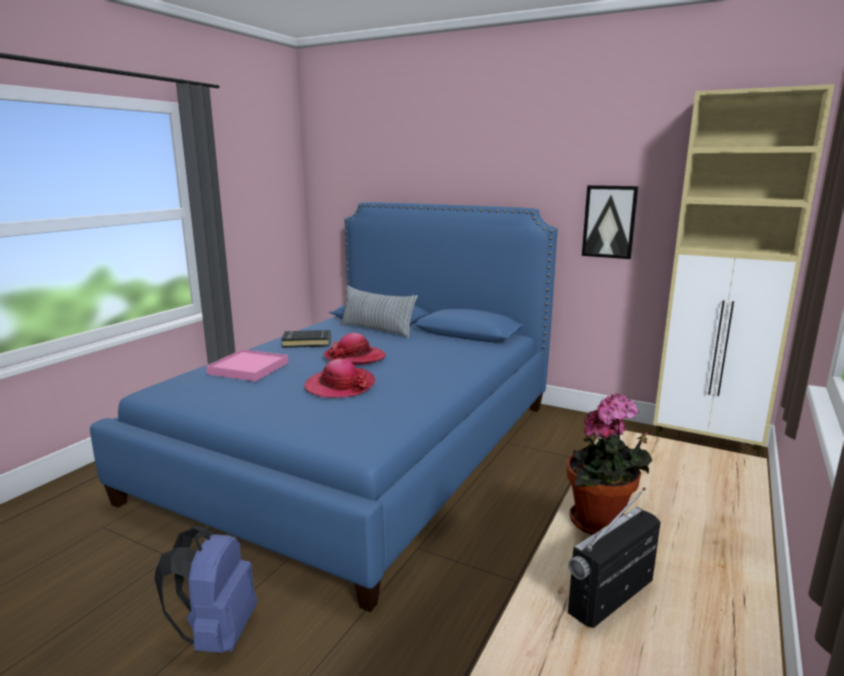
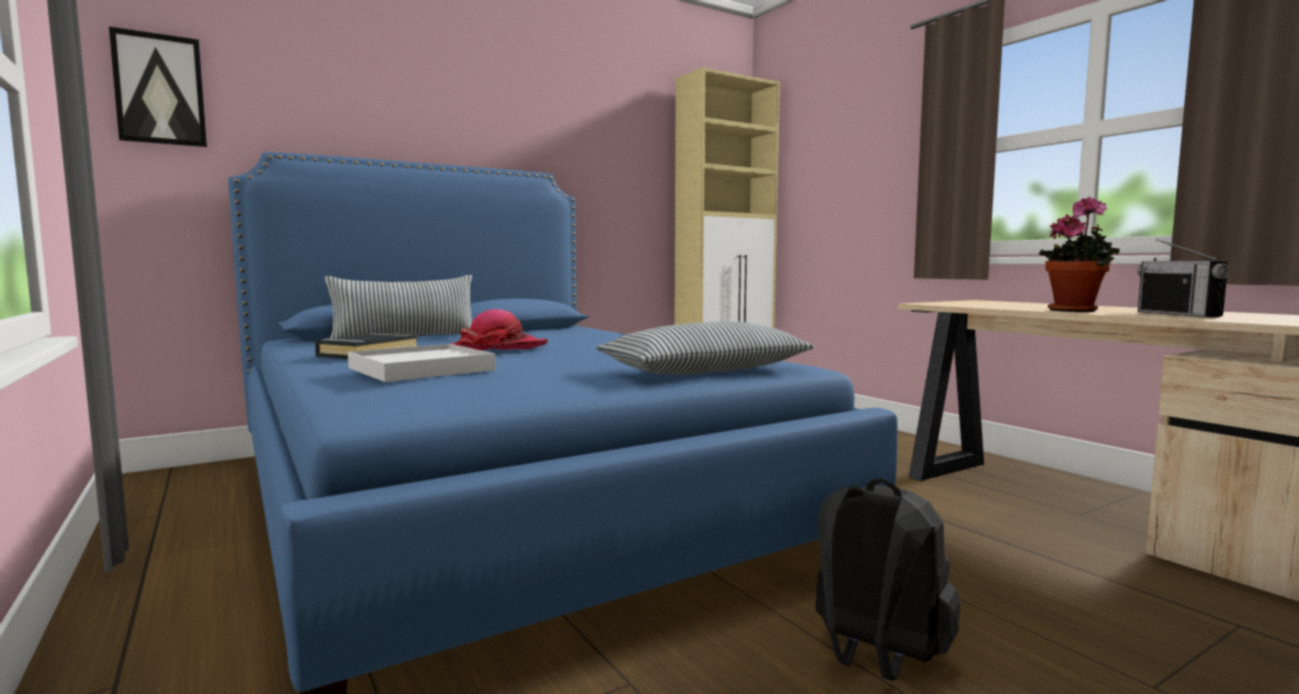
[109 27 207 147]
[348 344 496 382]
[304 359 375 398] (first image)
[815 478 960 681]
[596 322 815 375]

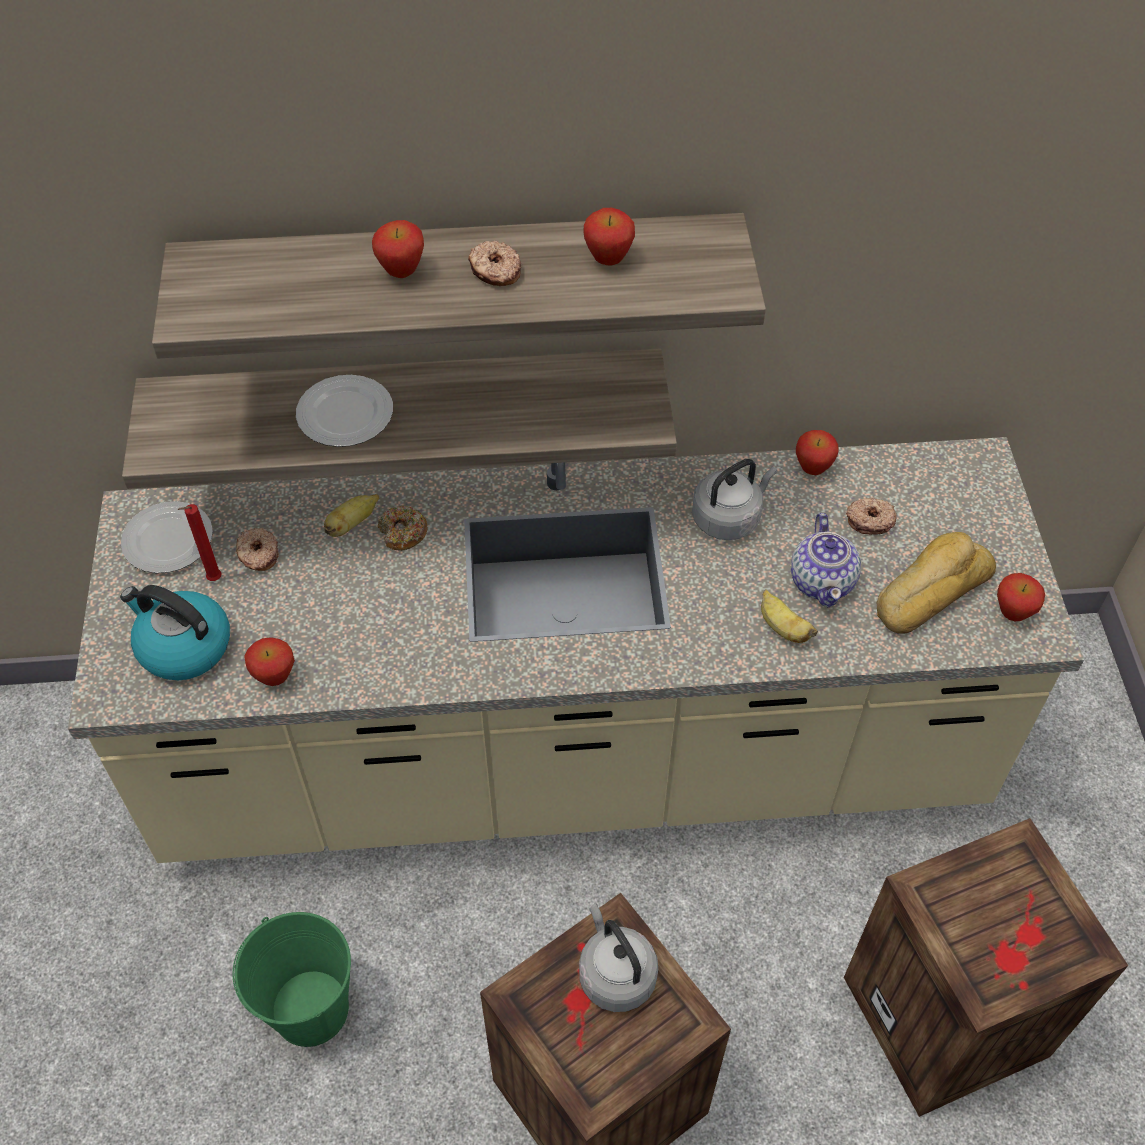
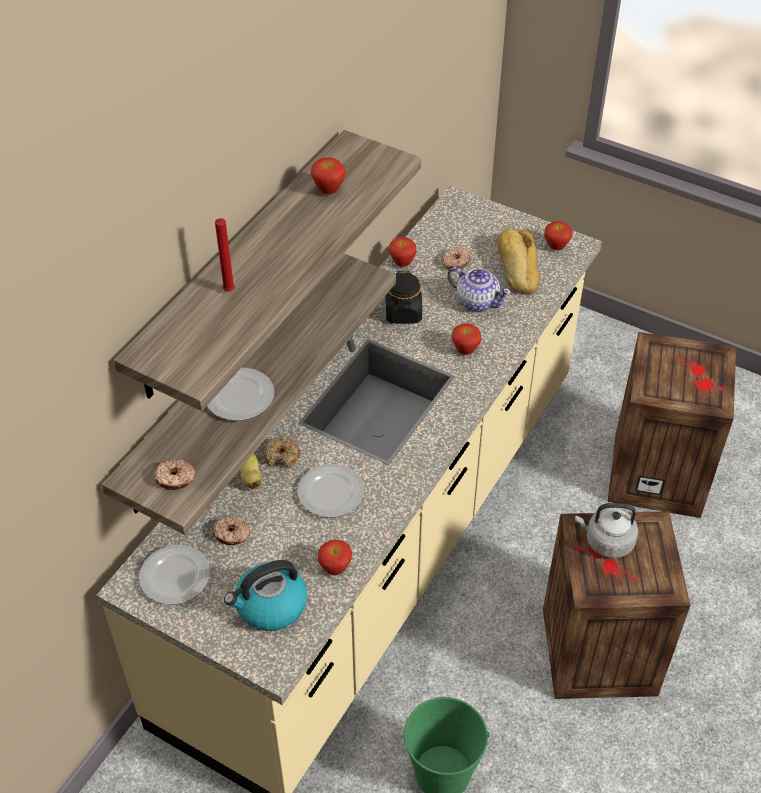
[452 323 481 355]
[154 459 196 490]
[386 271 422 324]
[215 218 235 291]
[761 589 818 643] (first image)
[298 464 365 518]

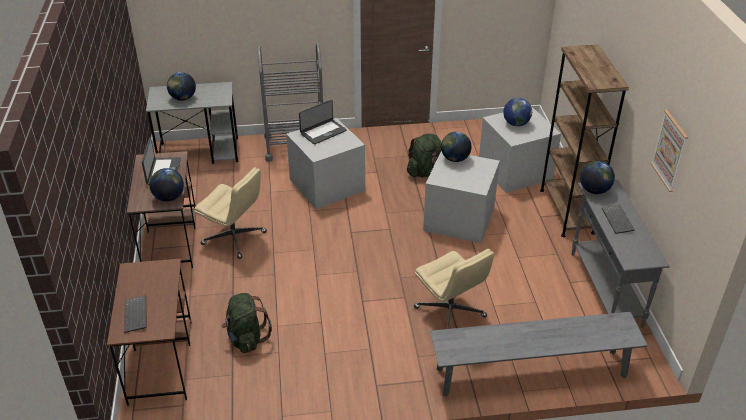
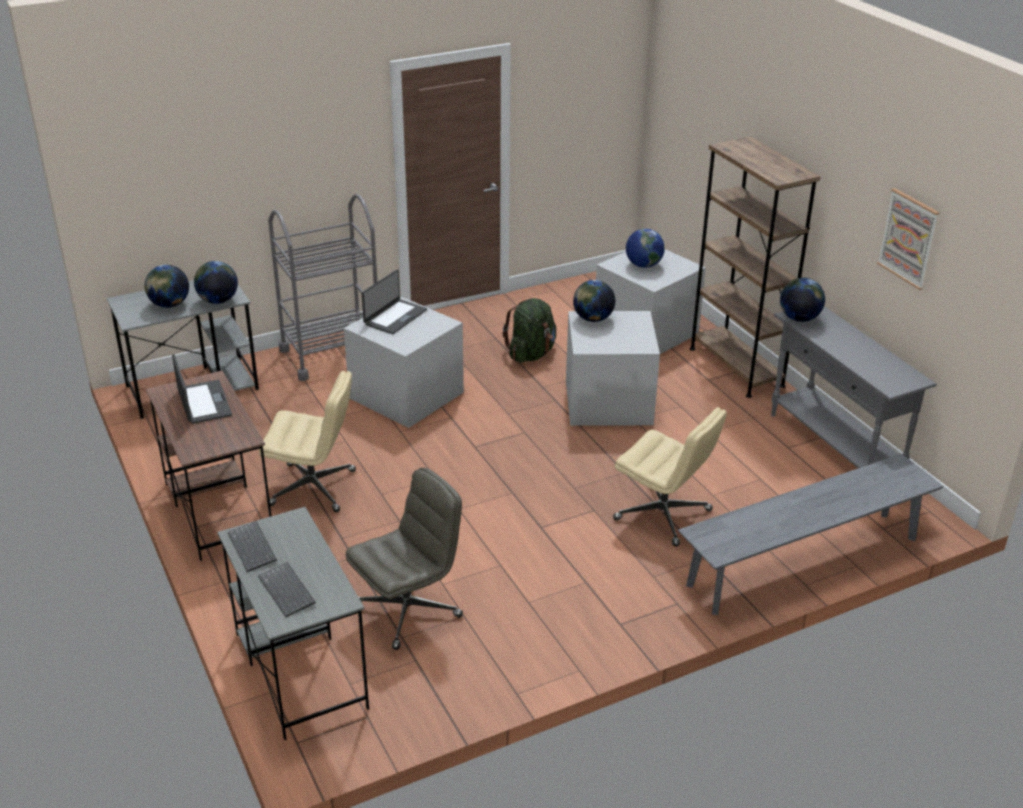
[194 261 238 304]
[228 521 277 572]
[217 507 369 740]
[345 468 463 650]

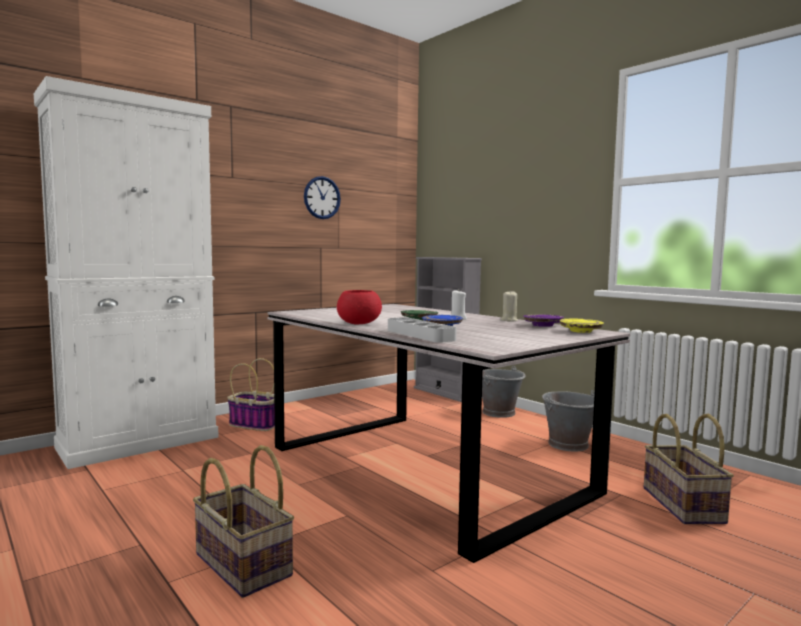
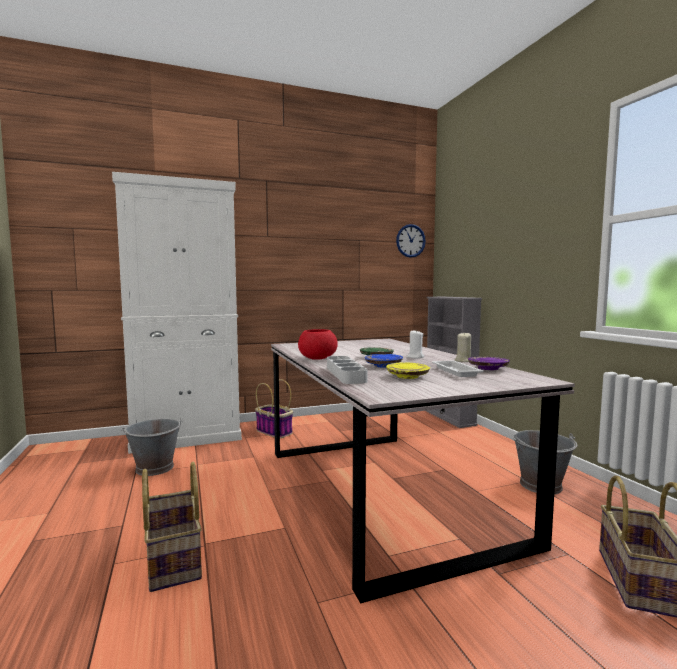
[396 224 426 258]
[386 362 430 379]
[121 418 183 476]
[432 361 483 377]

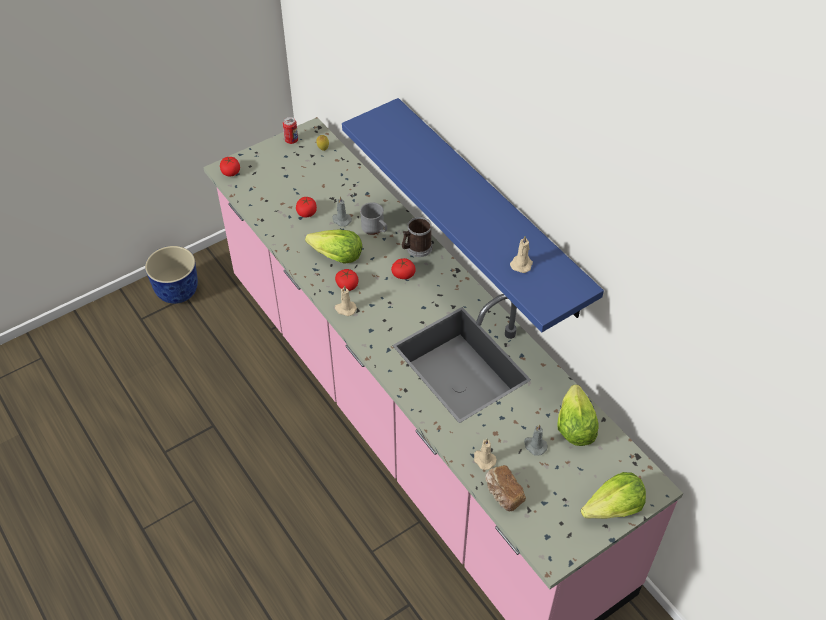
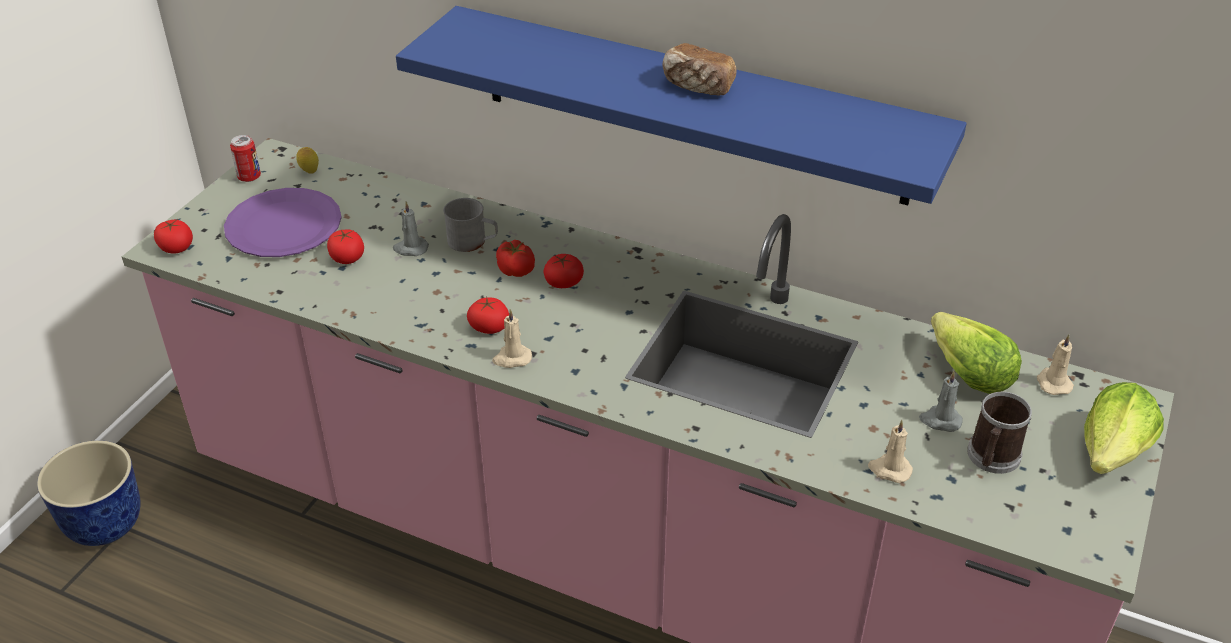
[967 392 1032 474]
[305 230 362 264] (first image)
[1037 334 1074 395]
[663 43 737 95]
[224 188 342 257]
[496 240 535 277]

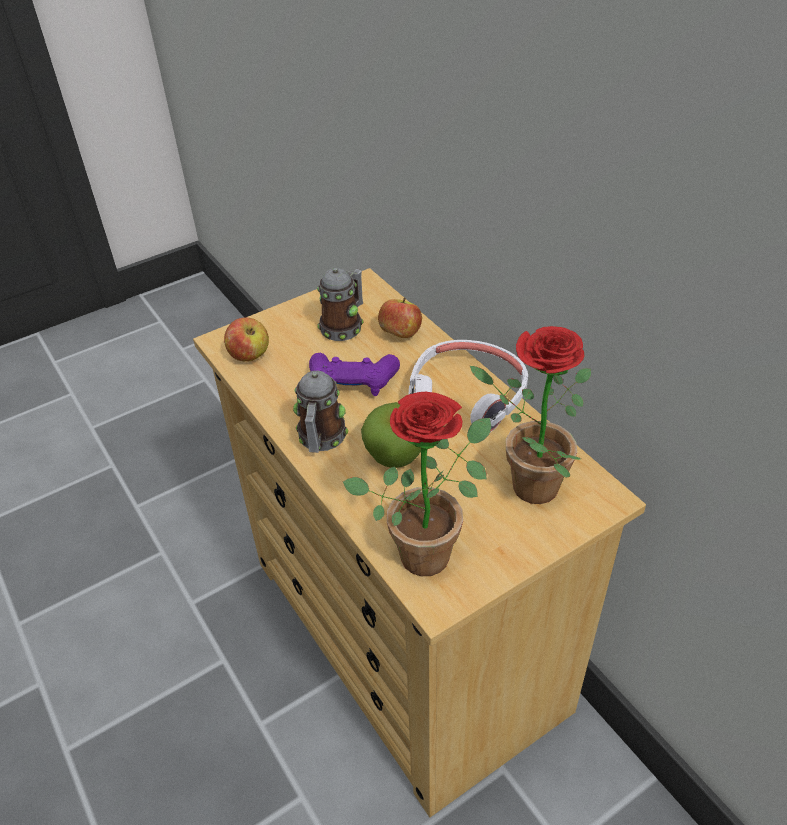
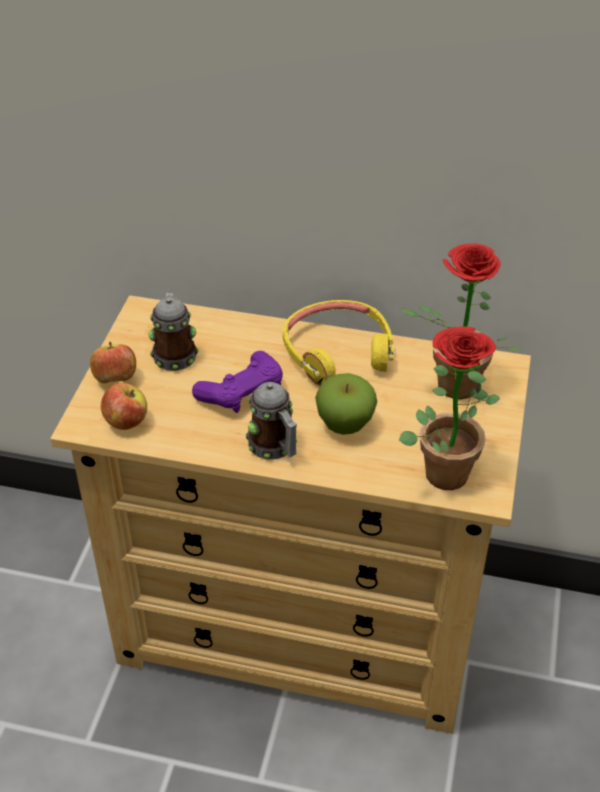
[90 342 136 383]
[283 300 394 386]

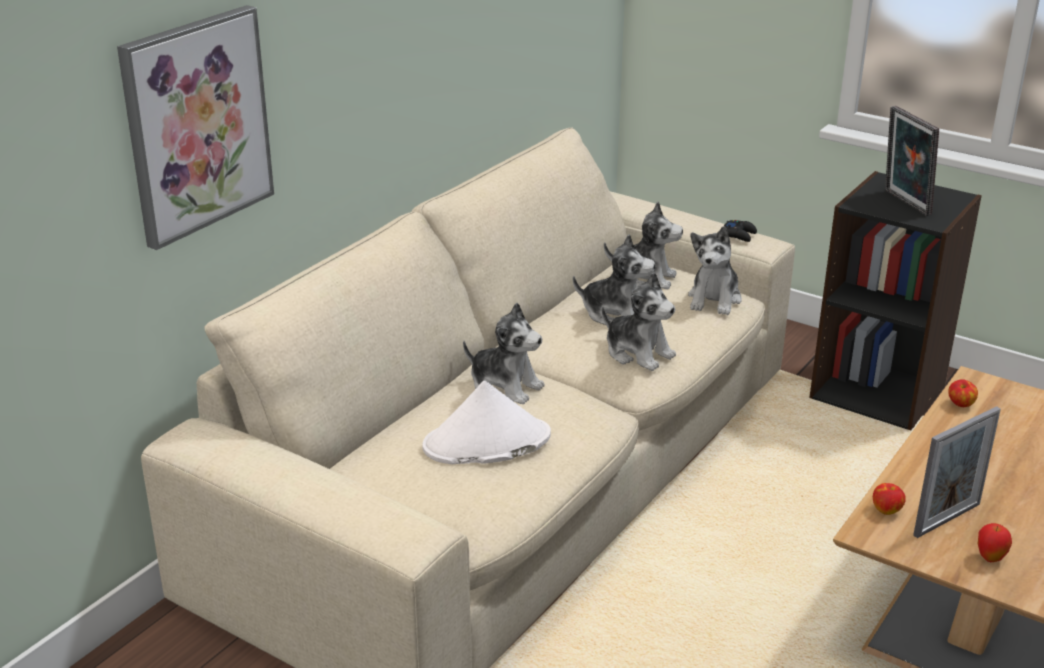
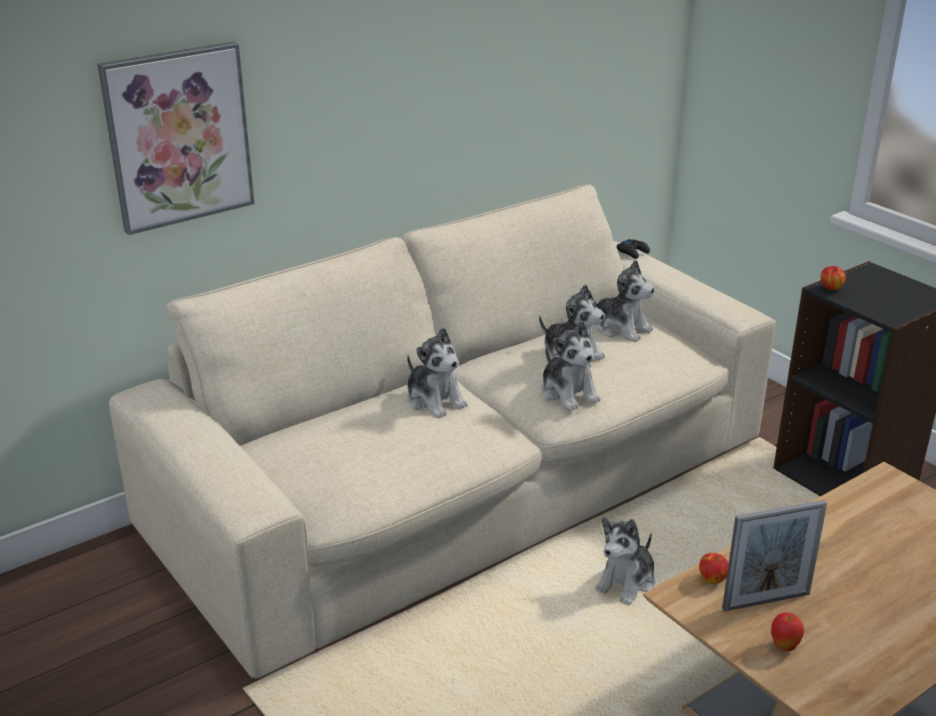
[885 106 939 216] (first image)
[617 239 650 259]
[595 517 655 605]
[821 266 846 290]
[422 381 551 464] (first image)

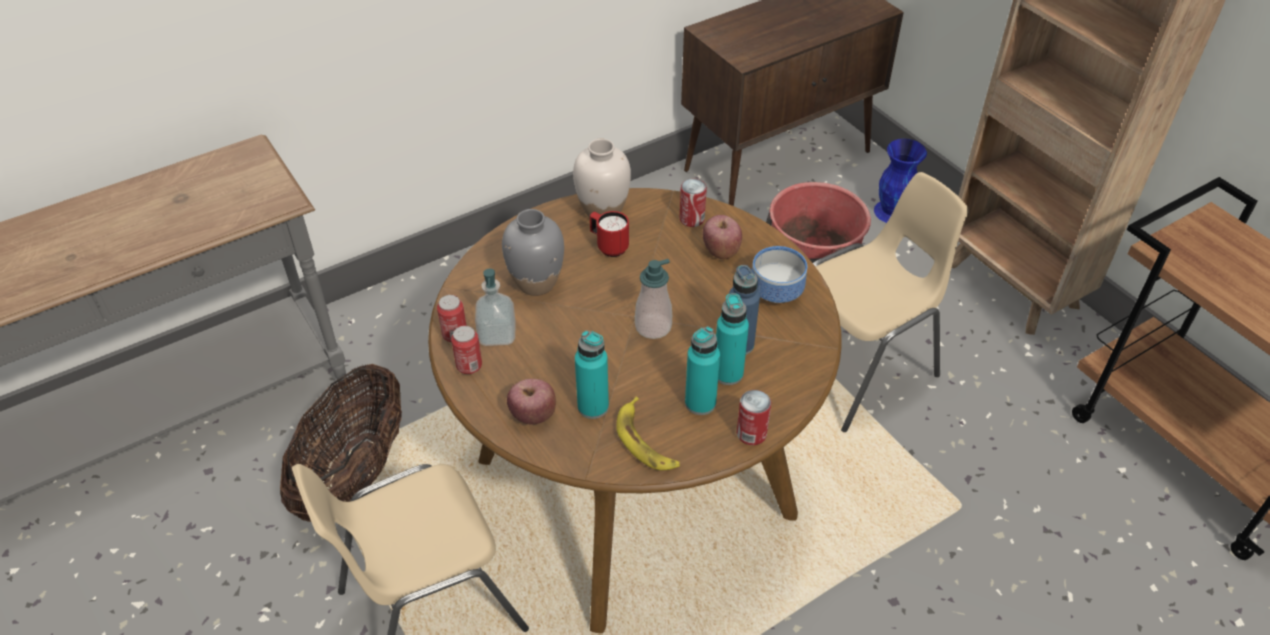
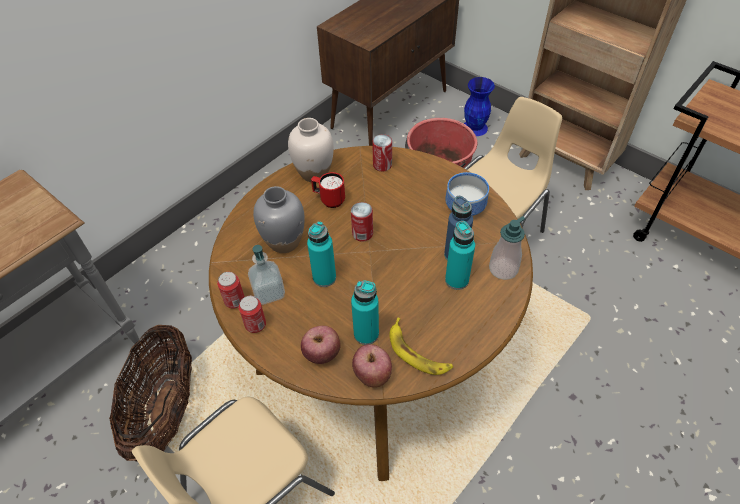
[352 344 392 387]
[489 216 525 280]
[307 221 336 287]
[351 202 373 242]

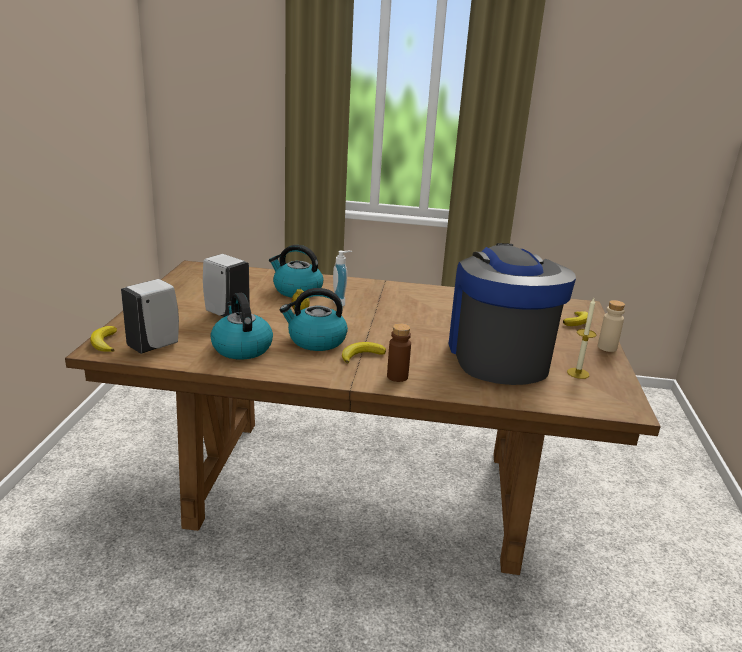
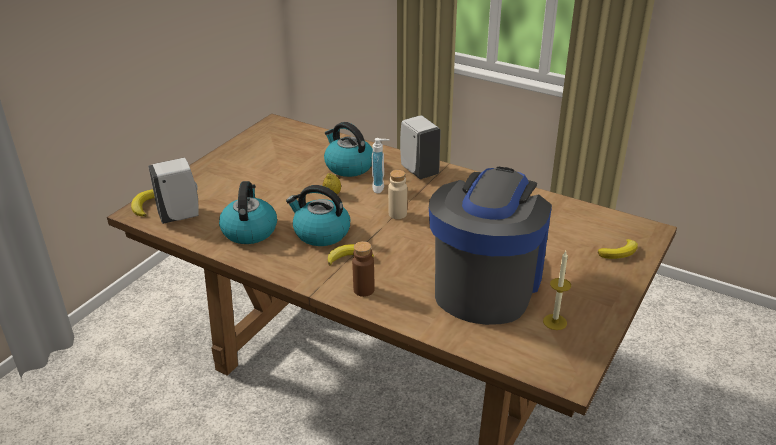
[400 115 441 179]
[388 170 407 219]

